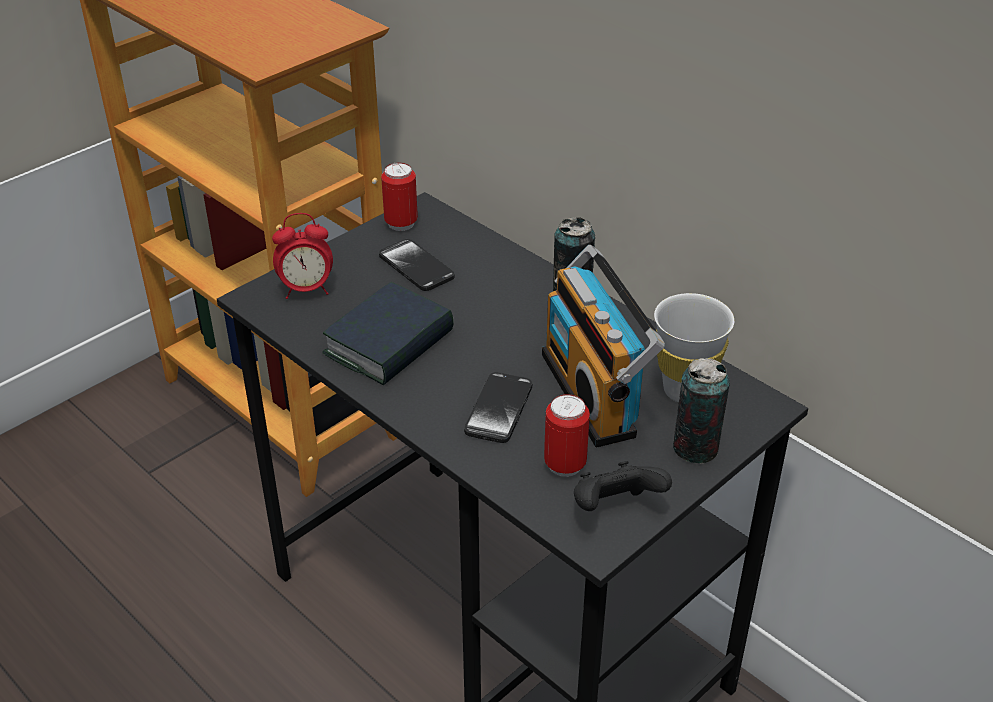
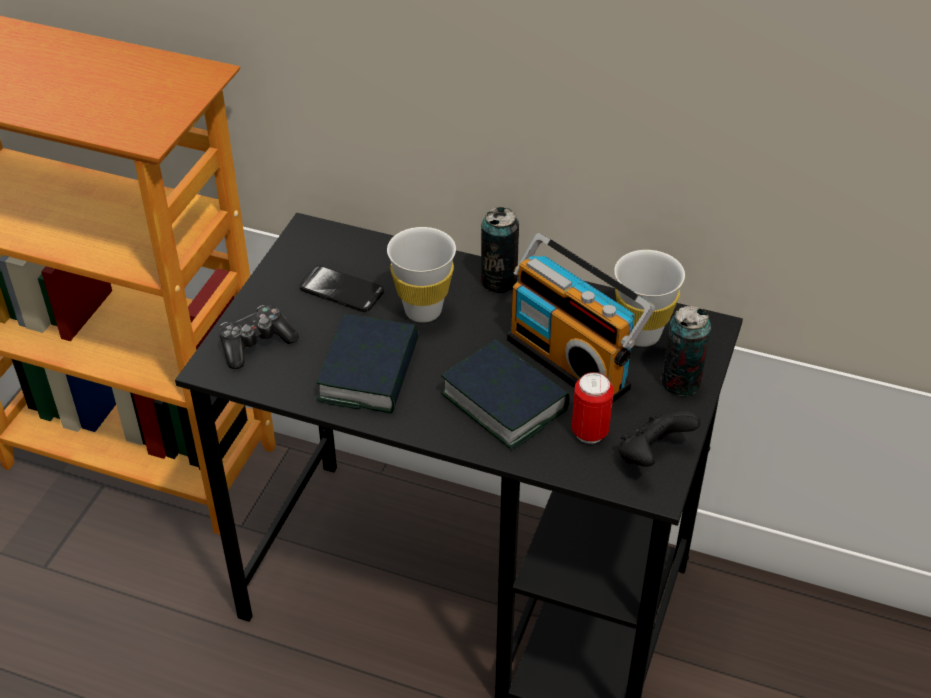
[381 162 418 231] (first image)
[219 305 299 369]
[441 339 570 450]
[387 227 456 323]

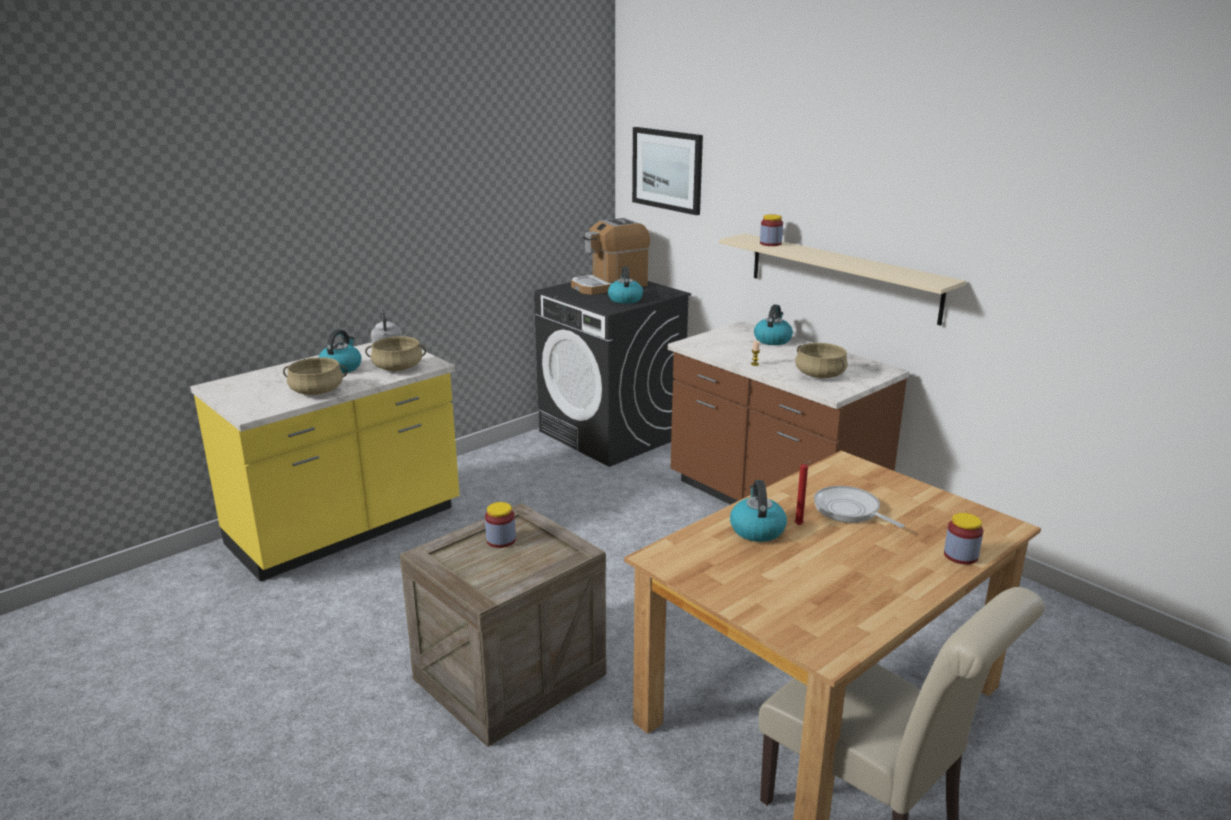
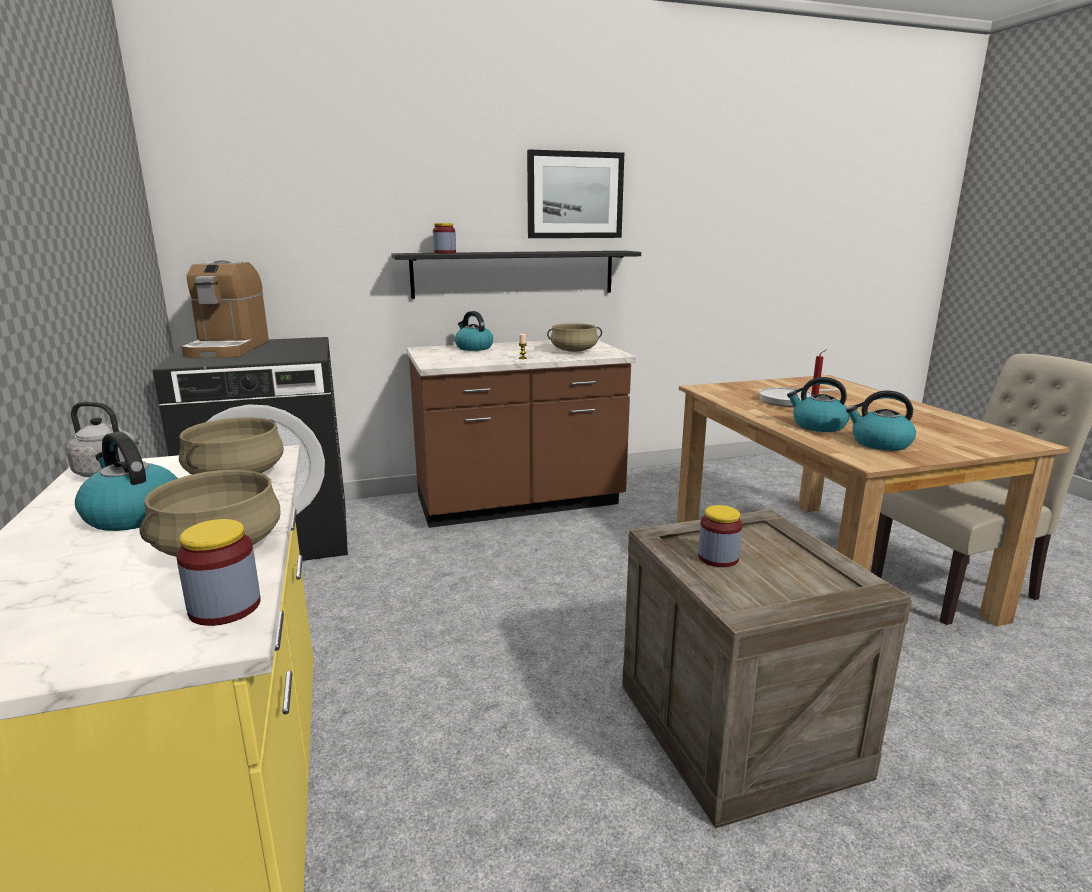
[527 149 624 238]
[391 251 641 299]
[846 390 916 451]
[176 519 261 626]

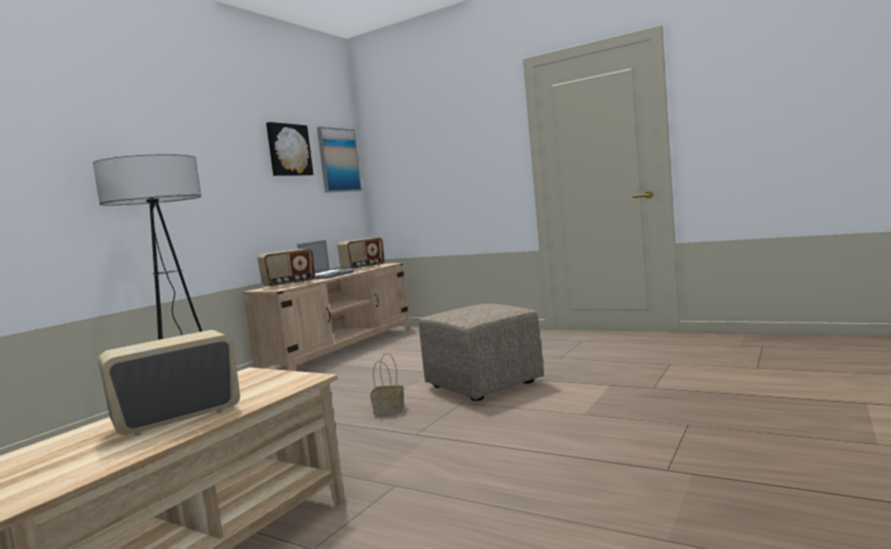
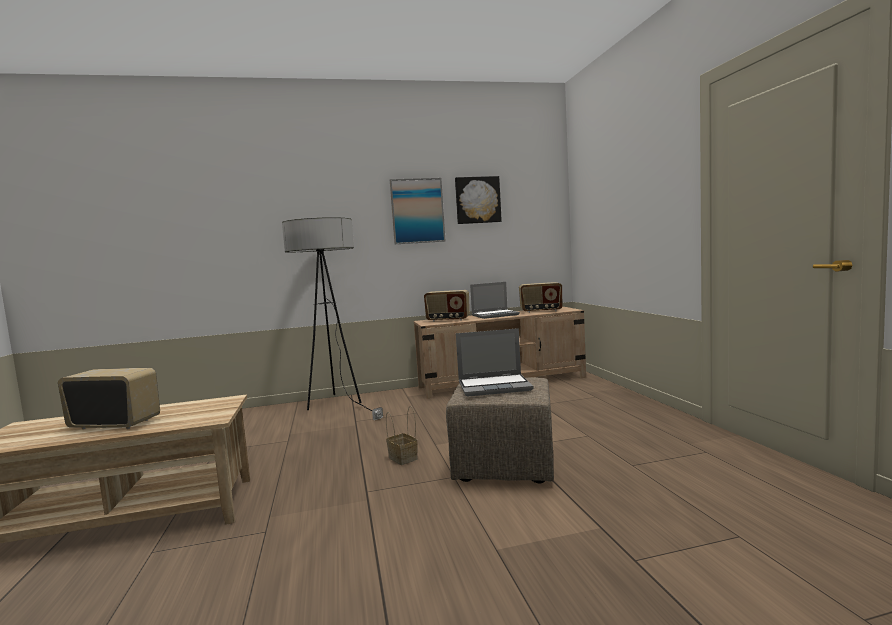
[390 178 445 244]
[456 328 533 397]

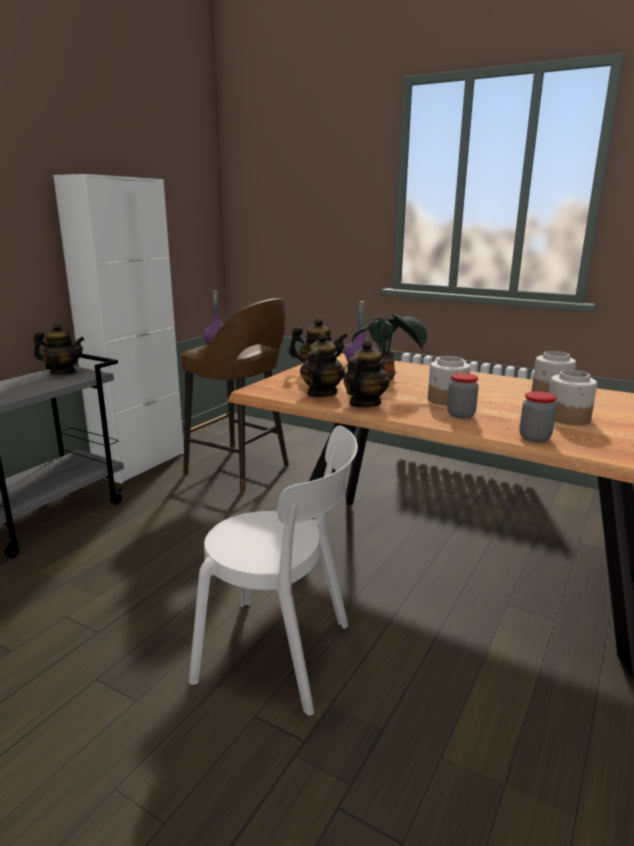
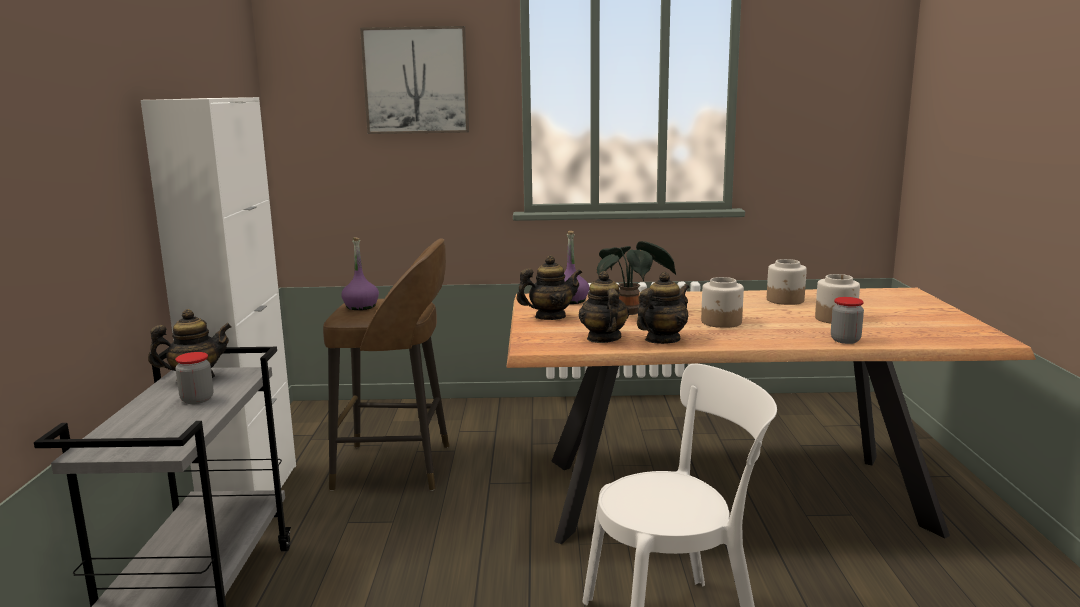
[637 272 689 344]
[175 352 213 404]
[360 26 469 134]

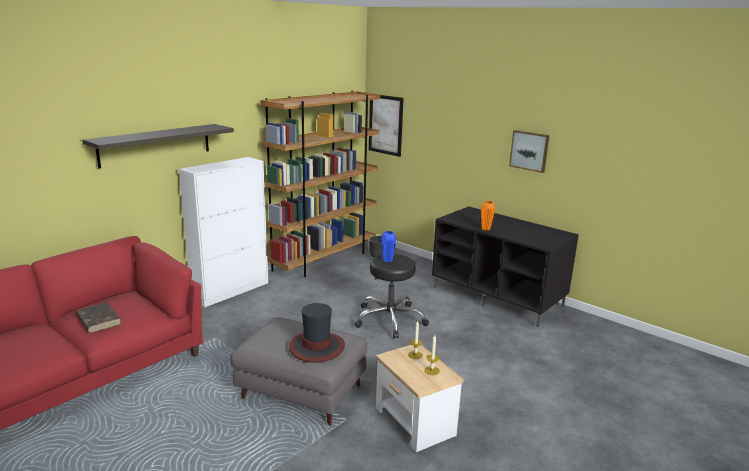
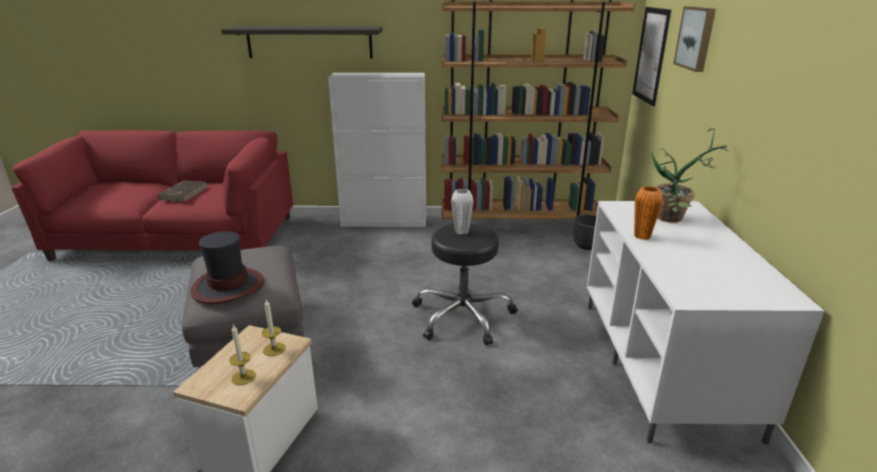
[673 6 716 72]
[587 201 824 444]
[451 189 474 235]
[647 128 728 223]

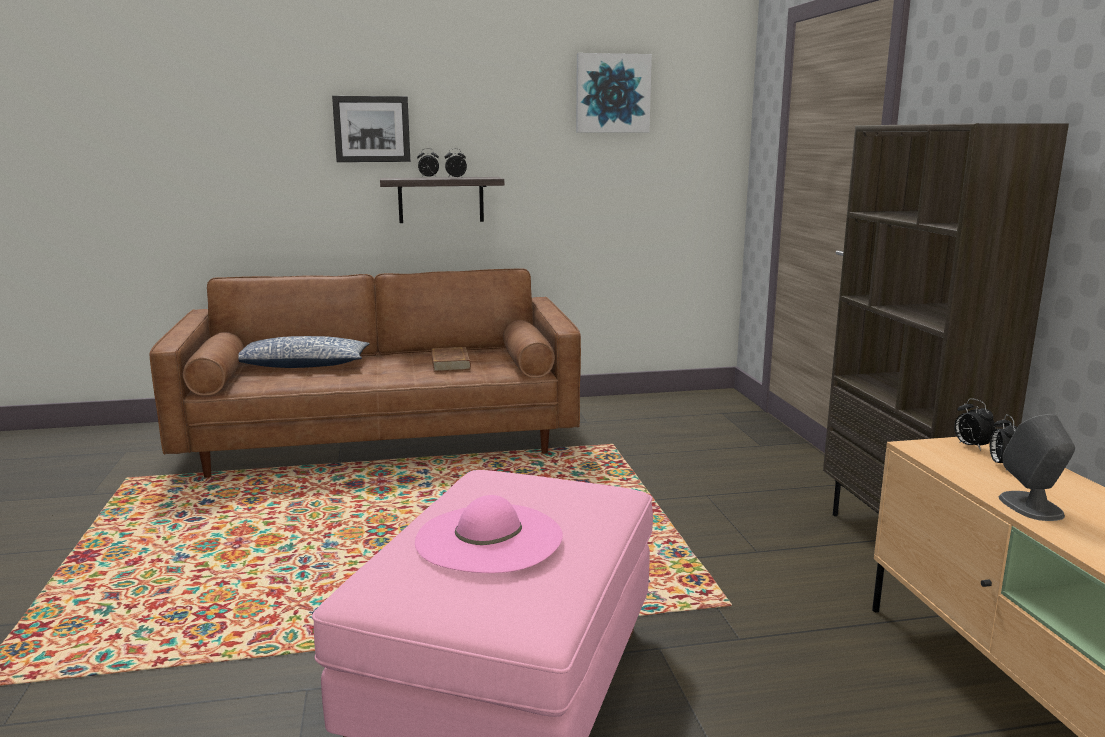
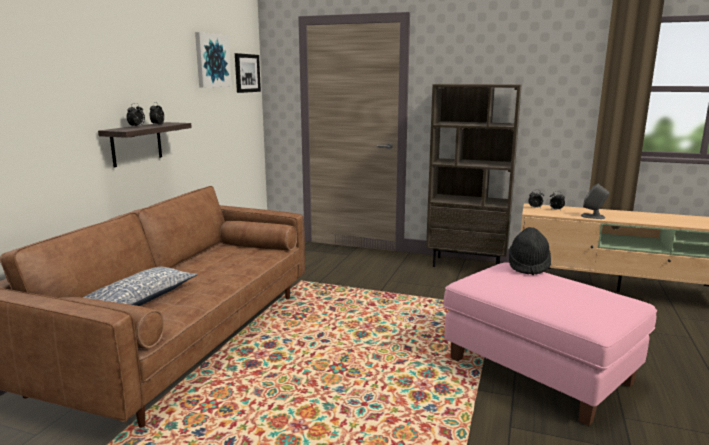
[235 53 261 93]
[431 347 471 372] (first image)
[415 495 563 573] (first image)
[509 227 551 275]

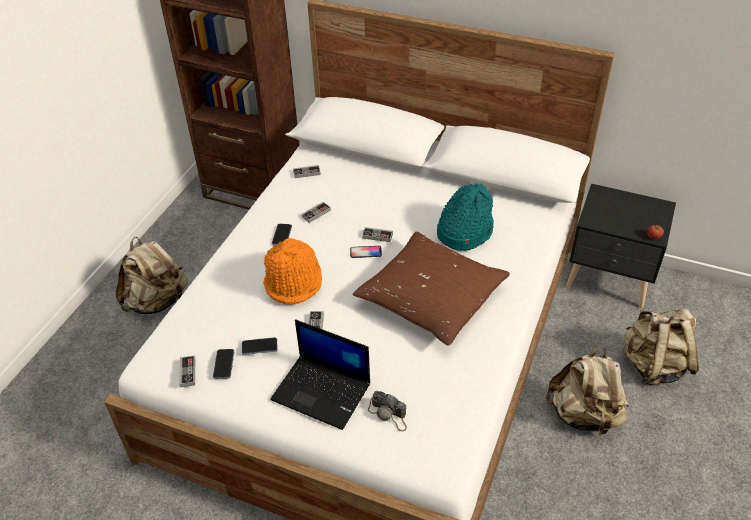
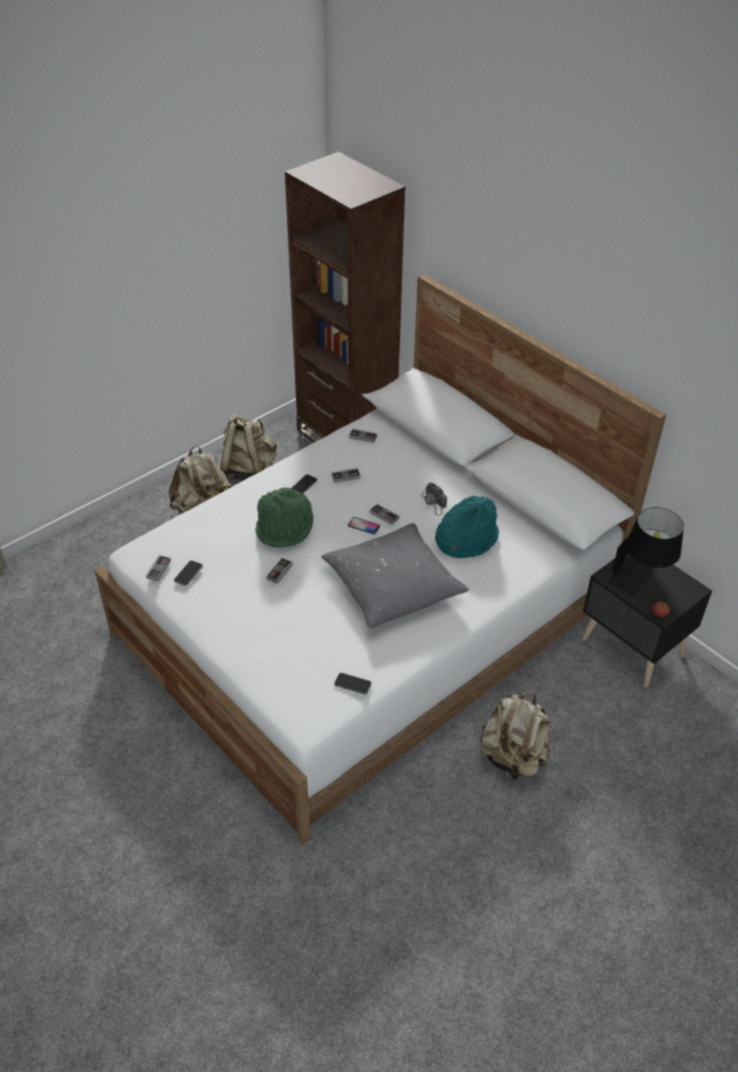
[321 523 469 629]
[255 487 313 548]
[220 414 277 481]
[270 319 370 430] (first image)
[334 673 371 695]
[421 483 447 516]
[608 507 684 596]

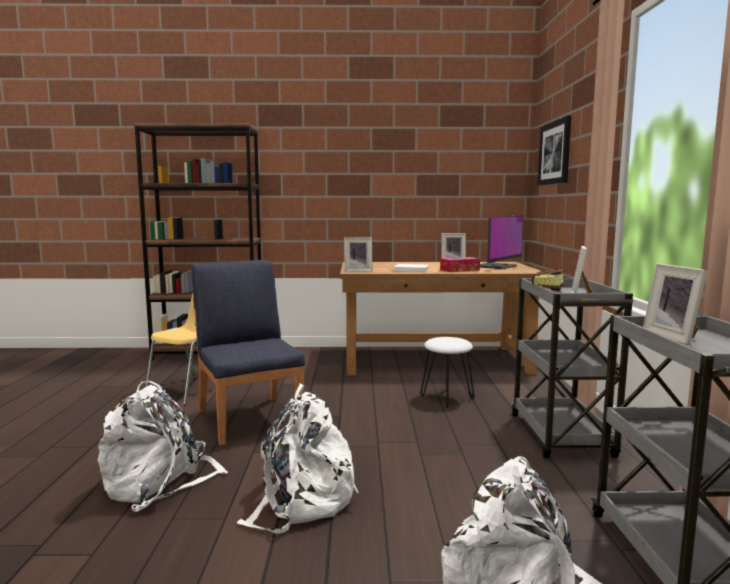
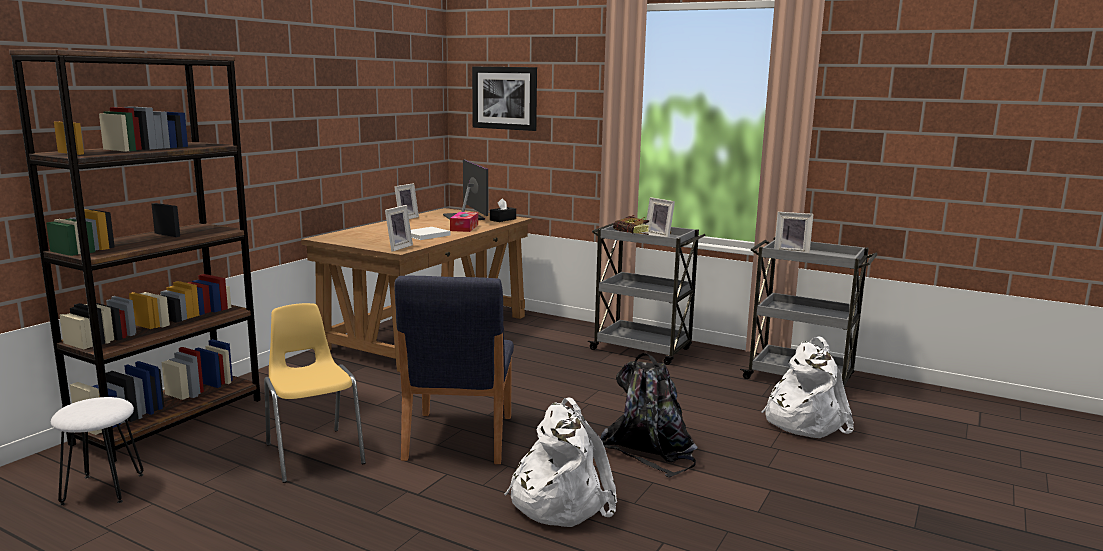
[394 276 514 464]
[51 397 144 506]
[600 353 698 478]
[490 198 516 222]

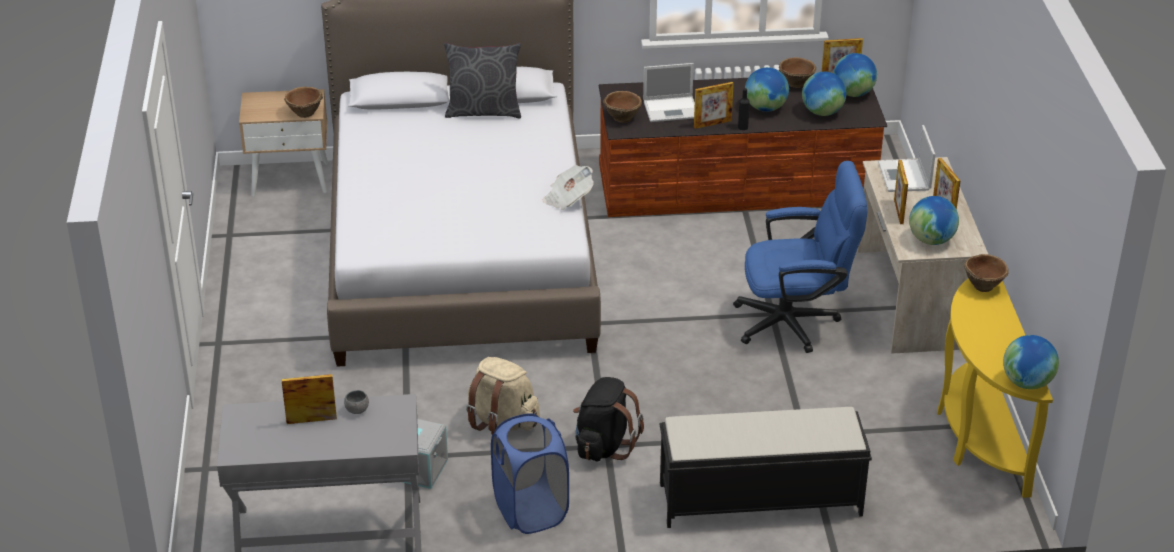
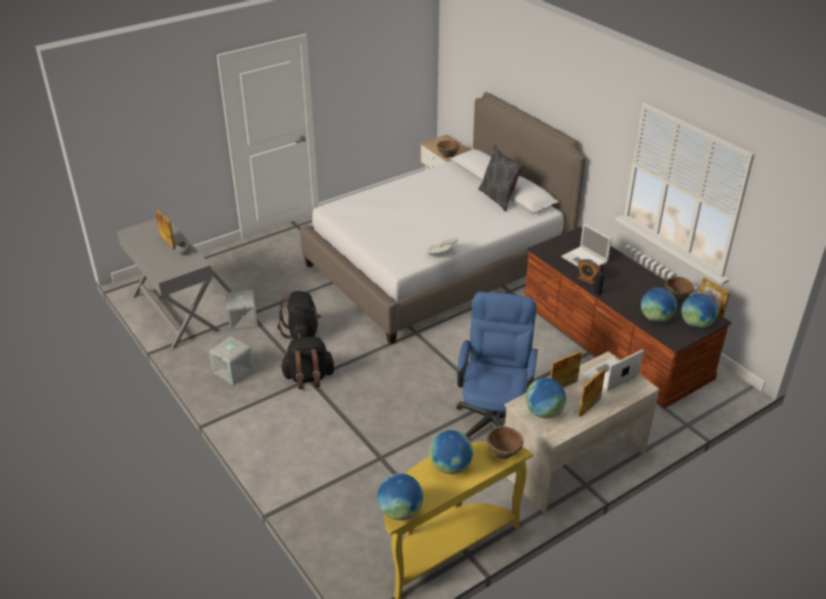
[430 430 473 474]
[577 259 600 285]
[603 91 642 123] (first image)
[456 292 538 440]
[278 291 321 340]
[660 407 872 528] (first image)
[209 336 254 385]

